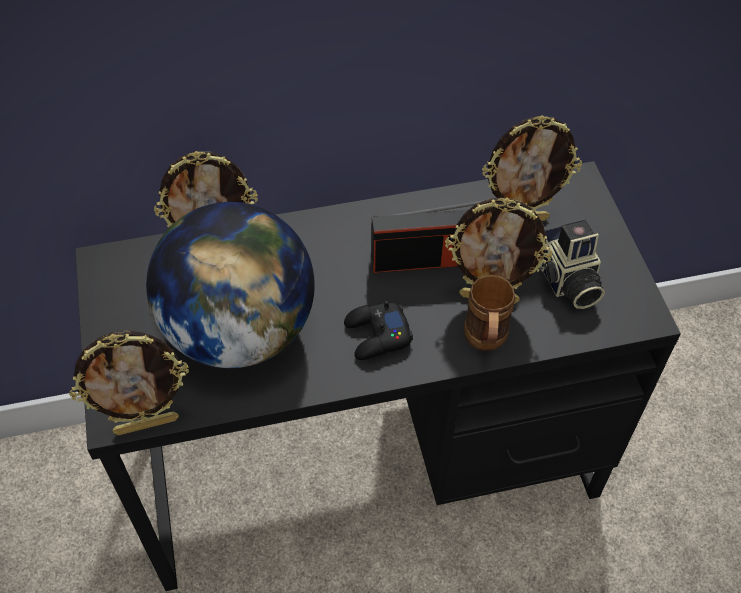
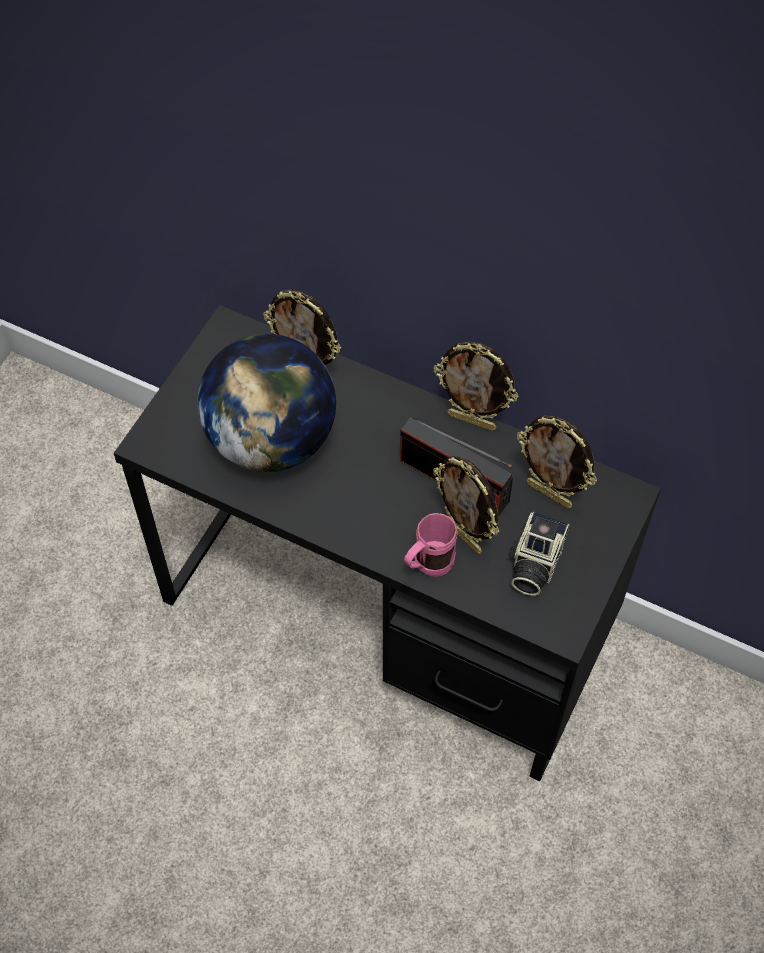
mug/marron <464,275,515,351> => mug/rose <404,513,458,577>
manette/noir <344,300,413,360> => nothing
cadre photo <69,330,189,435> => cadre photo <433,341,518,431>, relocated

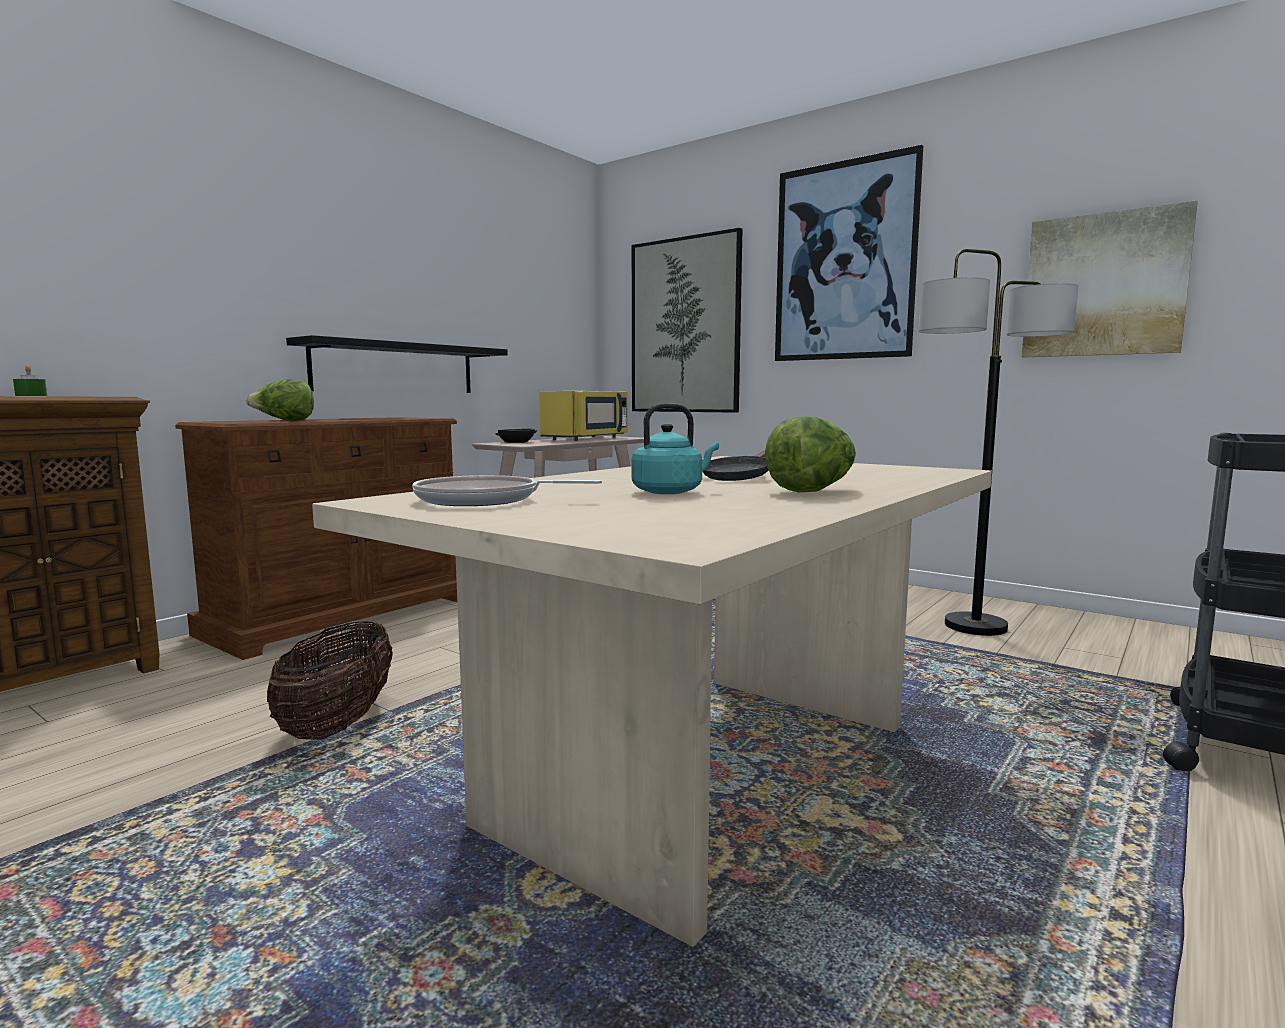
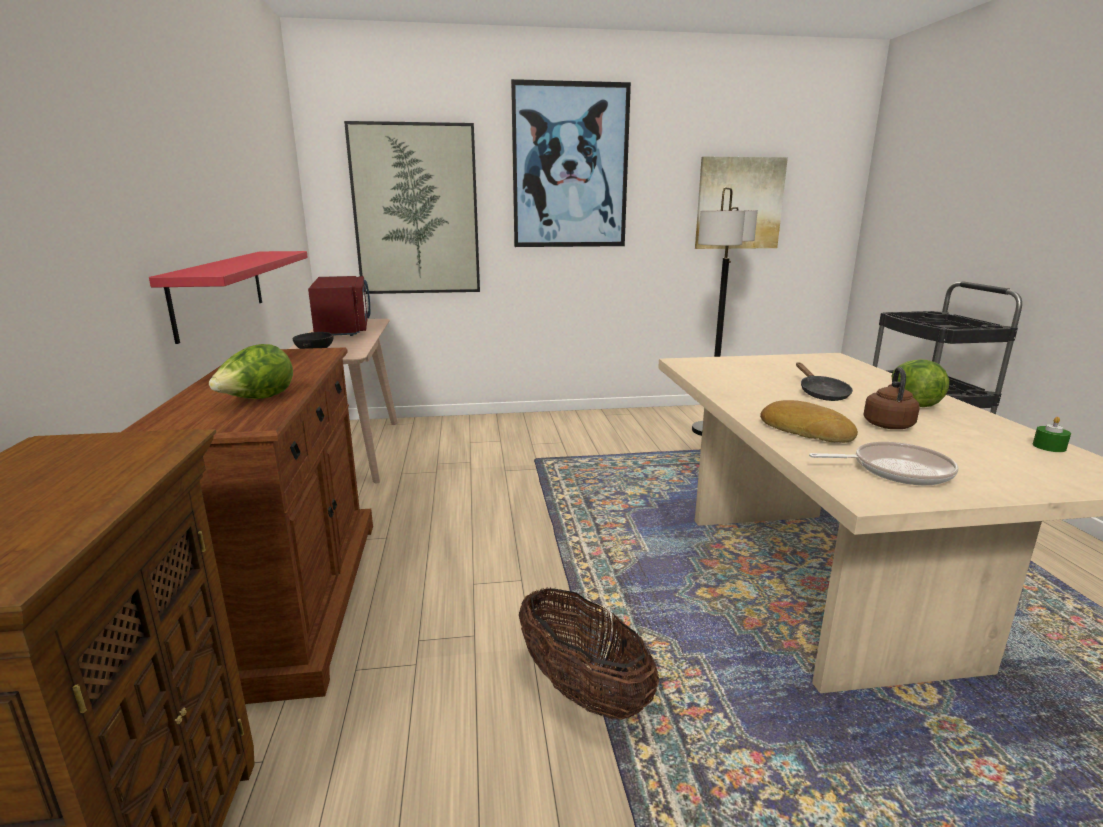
étagère/noir <286,335,508,393> => étagère/rouge <149,251,308,344>
bougie/vert <13,365,47,396> => bougie/vert <1033,417,1071,452>, relocated
micro-ondes/jaune <540,391,627,441> => micro-ondes/rouge <308,276,370,336>
bouilloire/turquoise <632,403,719,494> => bouilloire/marron <864,367,920,429>
poêle <412,475,602,506> => poêle <809,442,959,486>, 135 degrees counterclockwise
nothing => pain <760,400,858,443>

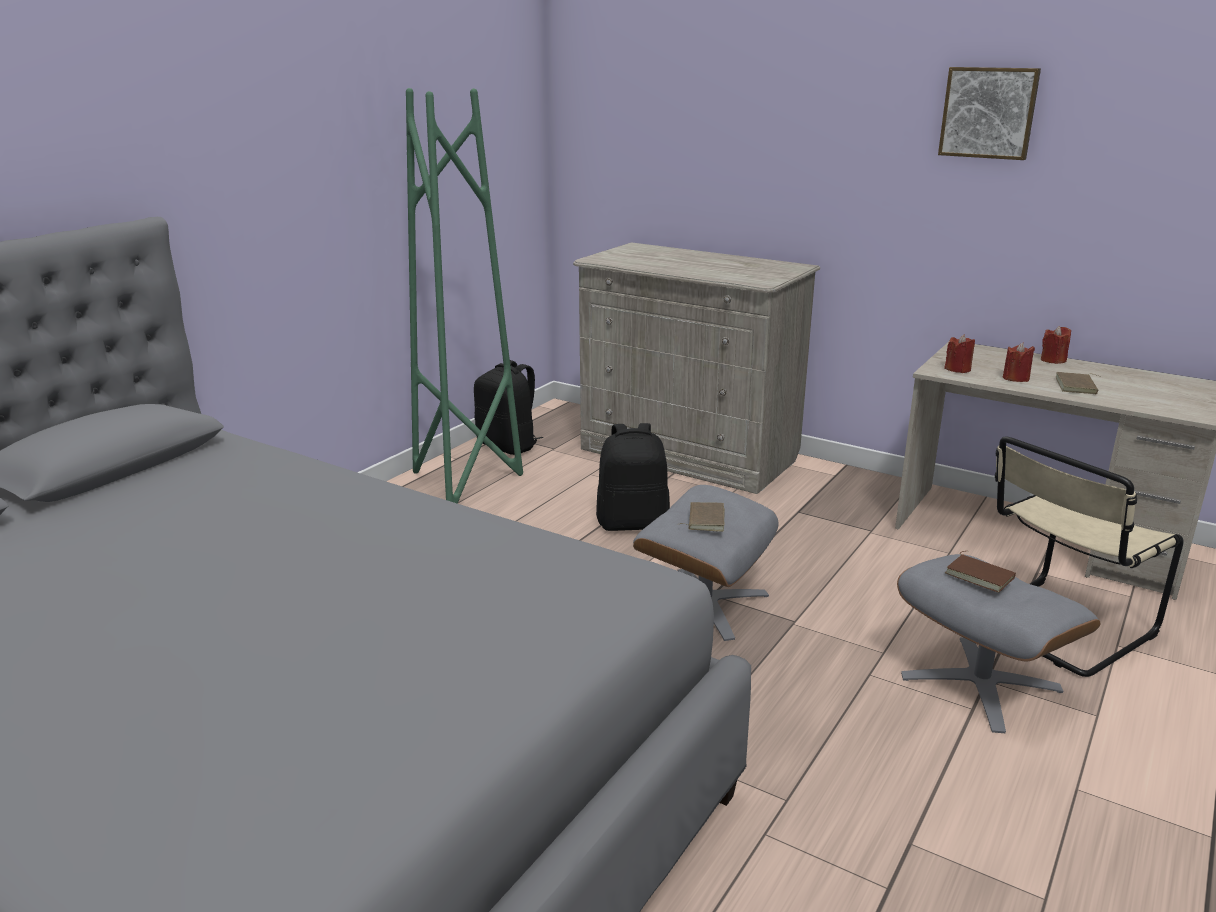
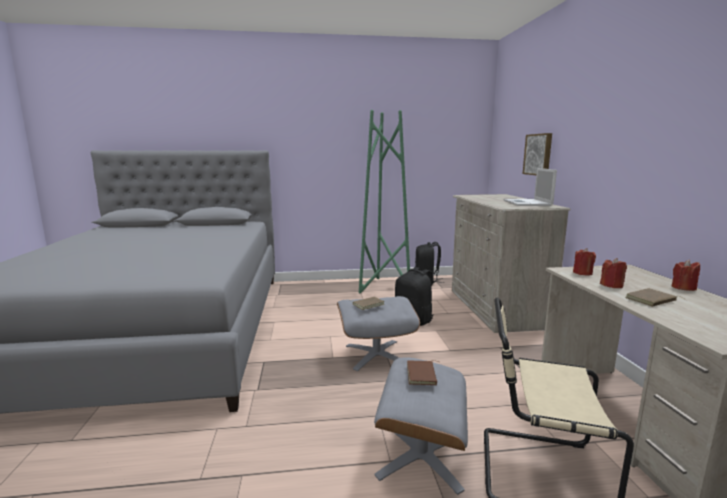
tableau <938,67,1041,160> => tableau <523,133,552,175>, relocated
nothing => ordinateur portable <504,168,557,206>

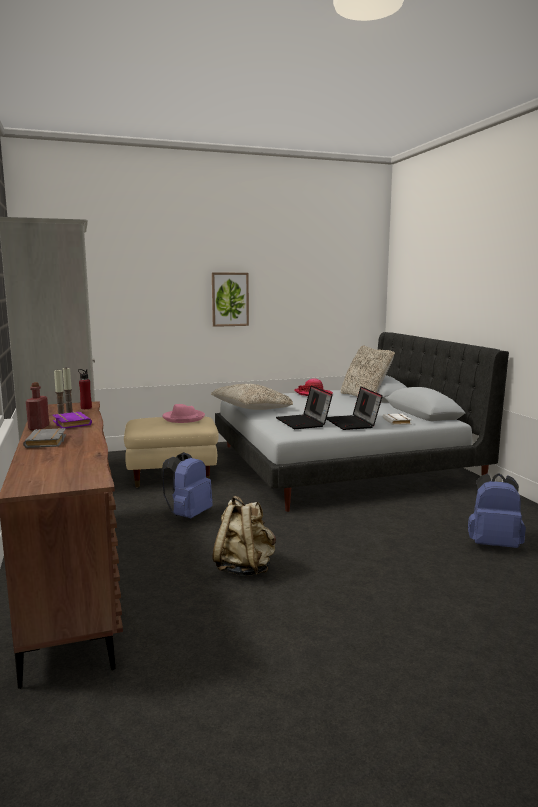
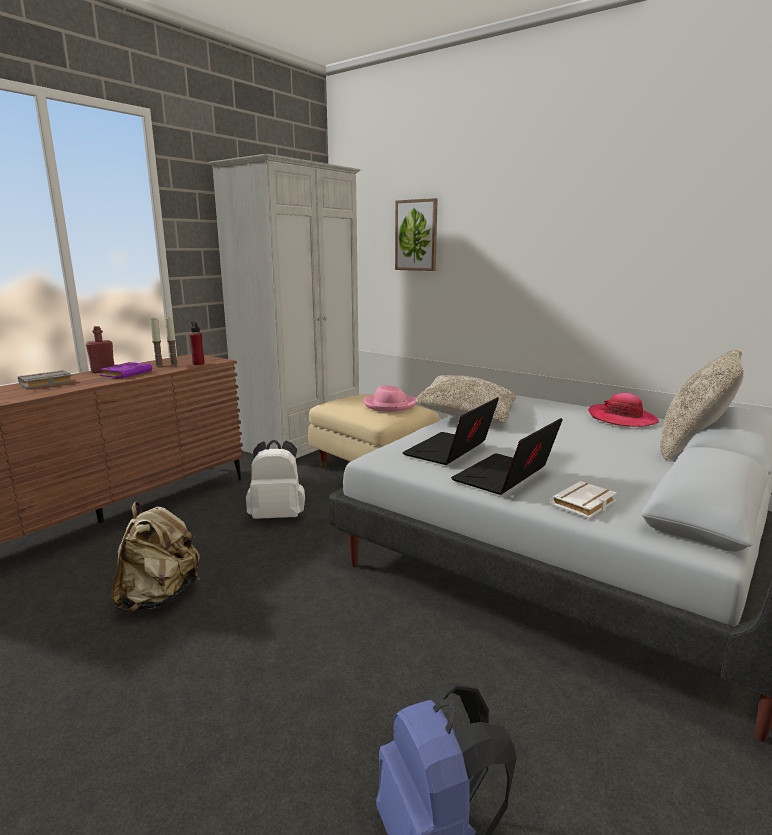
tableau <212,272,249,327> => tableau <395,198,438,271>, relocated
sac à dos/bleu <161,452,213,519> => sac à dos/blanc <246,440,305,519>

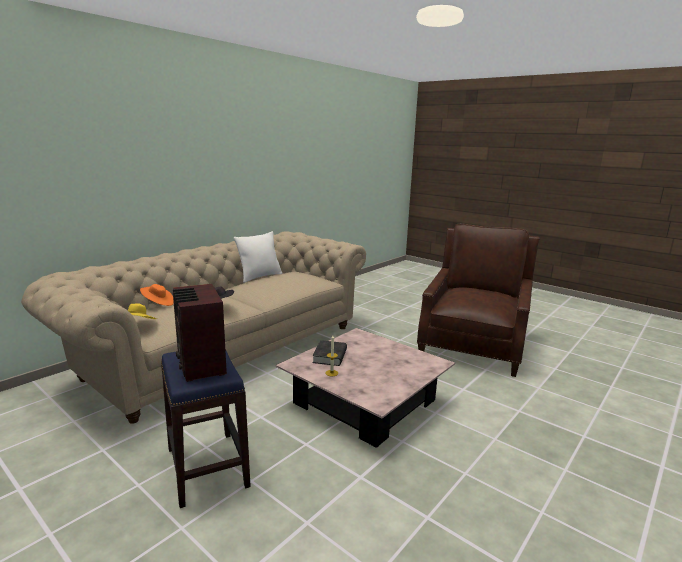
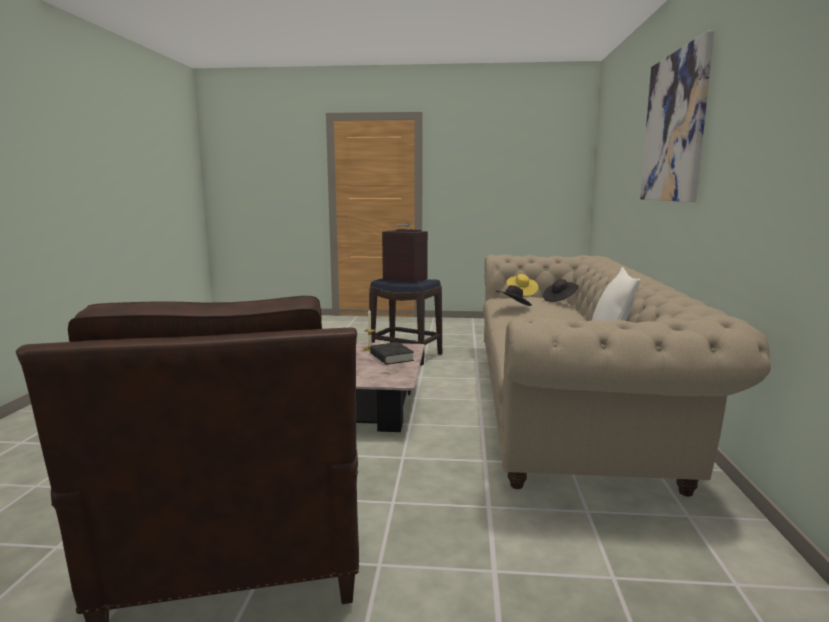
chapeau/orange <140,284,174,306> => chapeau/noir <543,279,579,302>
nothing => tableau <640,31,714,202>

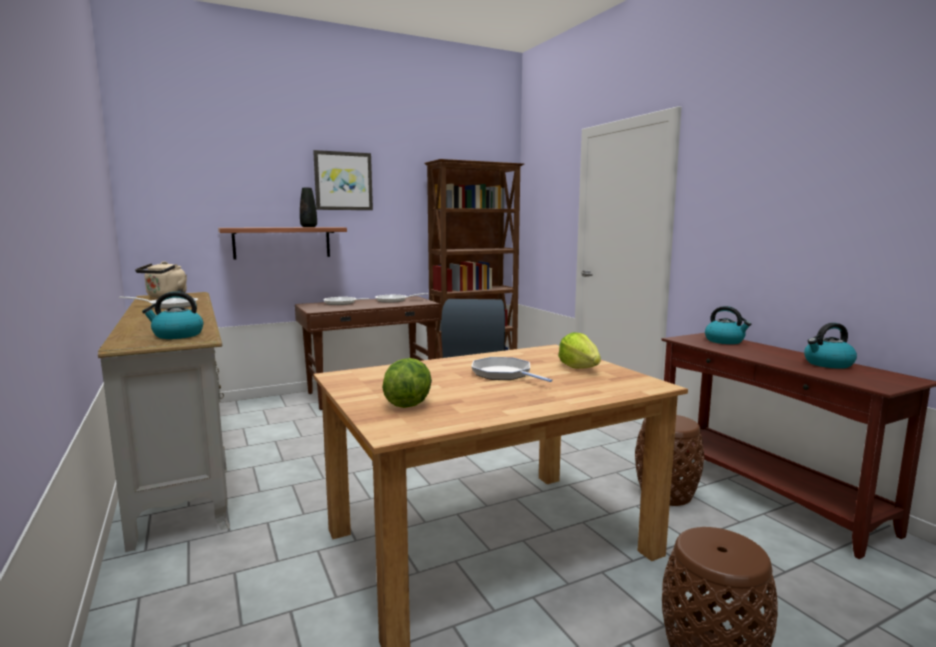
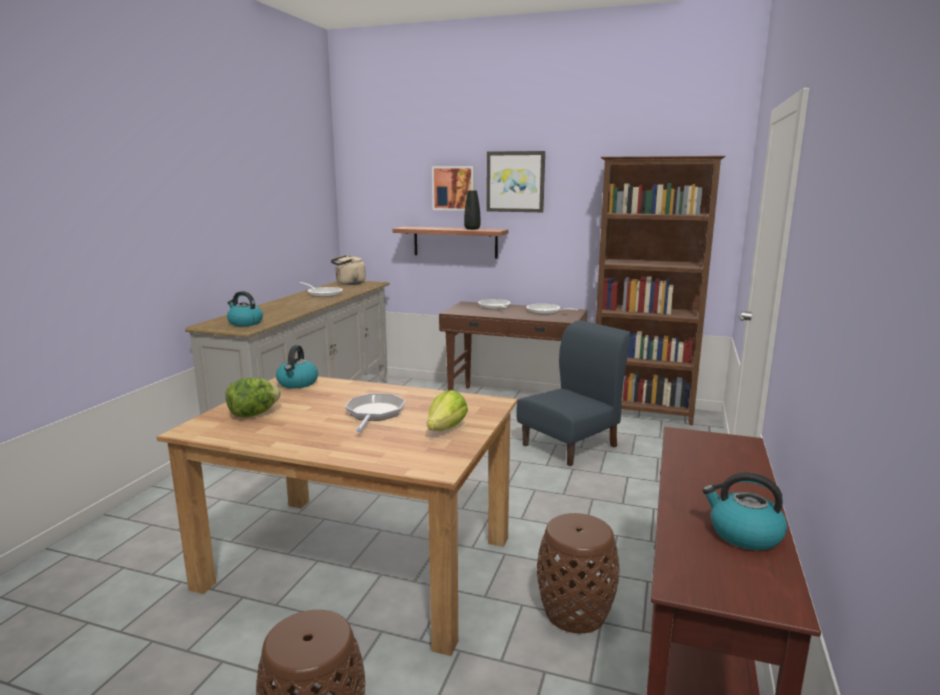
bouilloire <705,306,751,344> => bouilloire <276,345,318,389>, relocated
nothing => tableau <432,166,475,211>

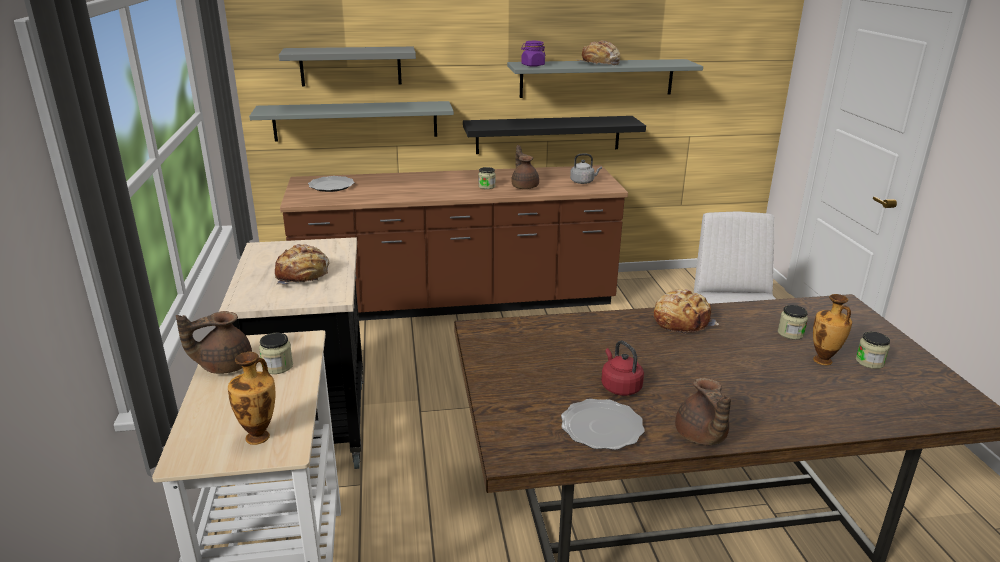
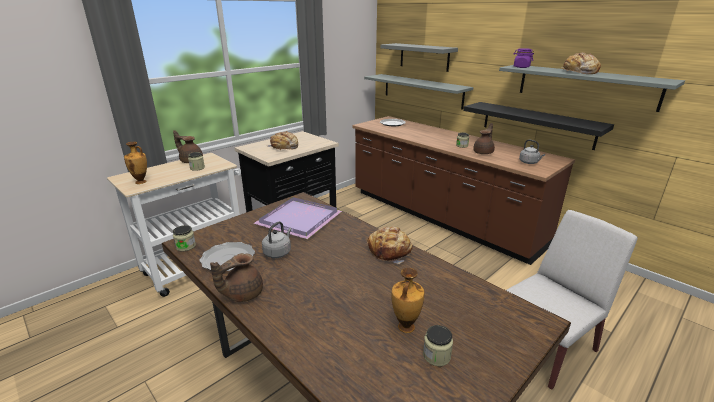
bocal <778,305,808,340> => bocal <173,225,196,251>, relocated
bouilloire/rouge <601,341,644,396> => bouilloire/gris <262,221,292,258>
nothing => plateau/violet <253,197,342,239>

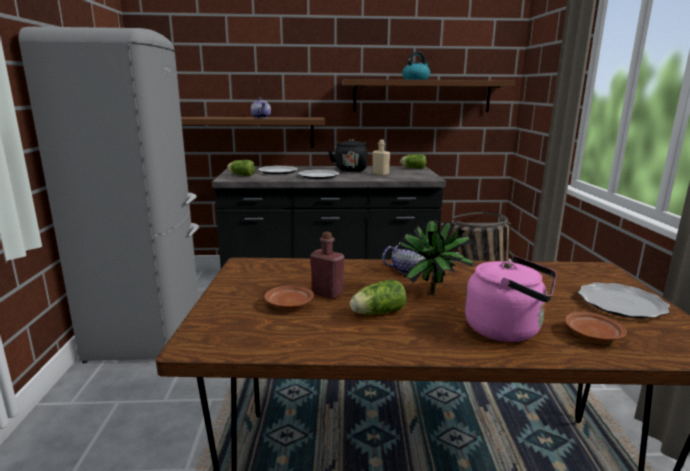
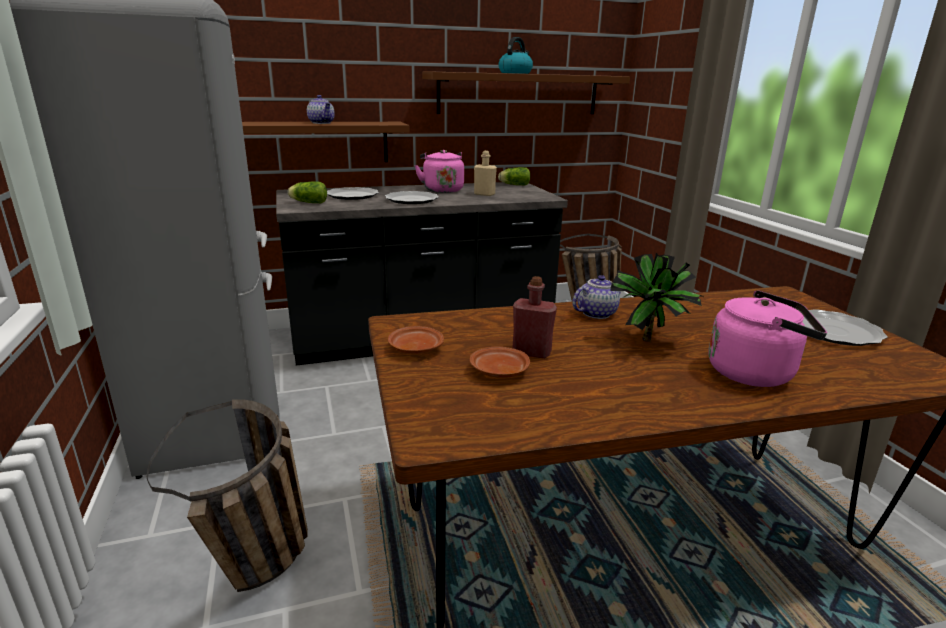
bouilloire/noir <328,139,368,172> => bouilloire/rose <415,150,464,193>
laitue <350,280,407,315> => nothing
assiette/marron <565,312,627,341> => assiette/marron <388,326,444,354>, relocated
nothing => panier <147,399,308,592>

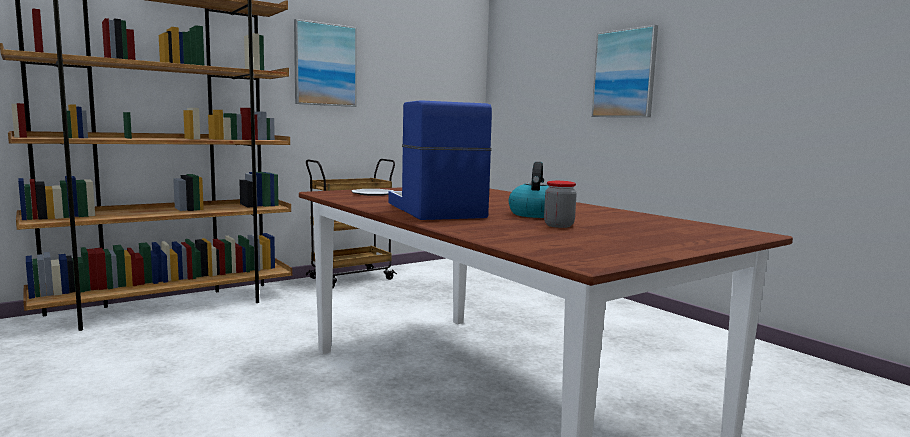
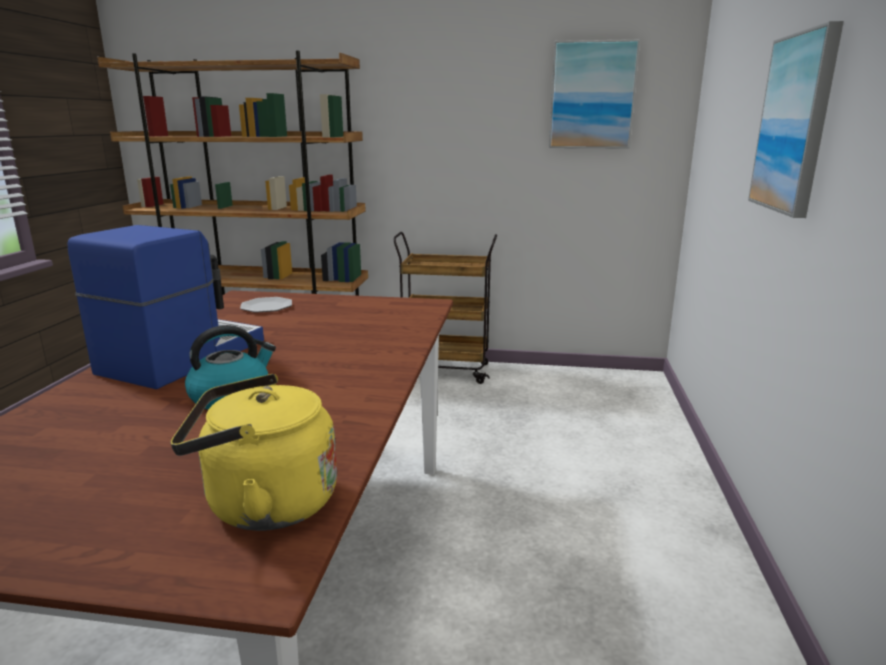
tableau <294,19,357,107> => tableau <549,39,640,149>, relocated
bocal <544,181,577,228> => nothing
nothing => bouilloire/jaune <171,374,337,531>

